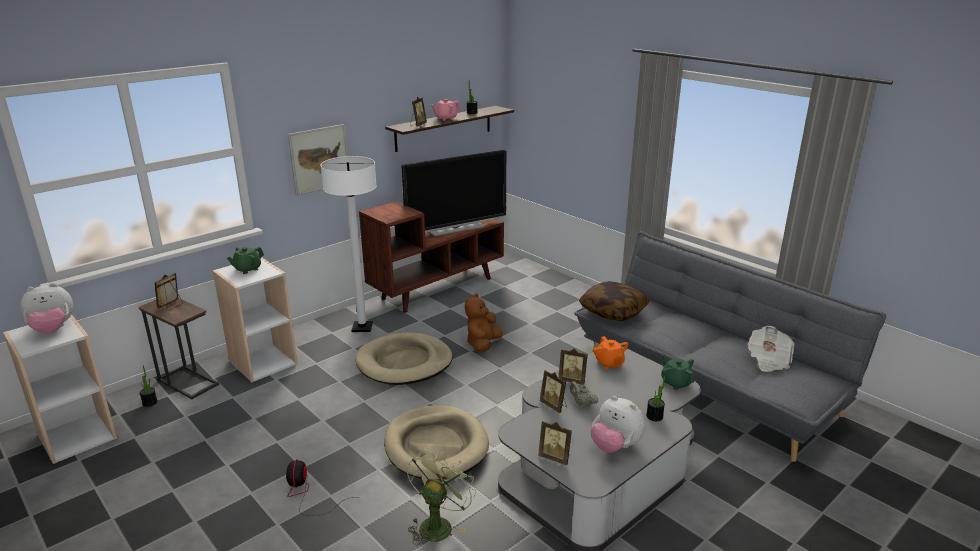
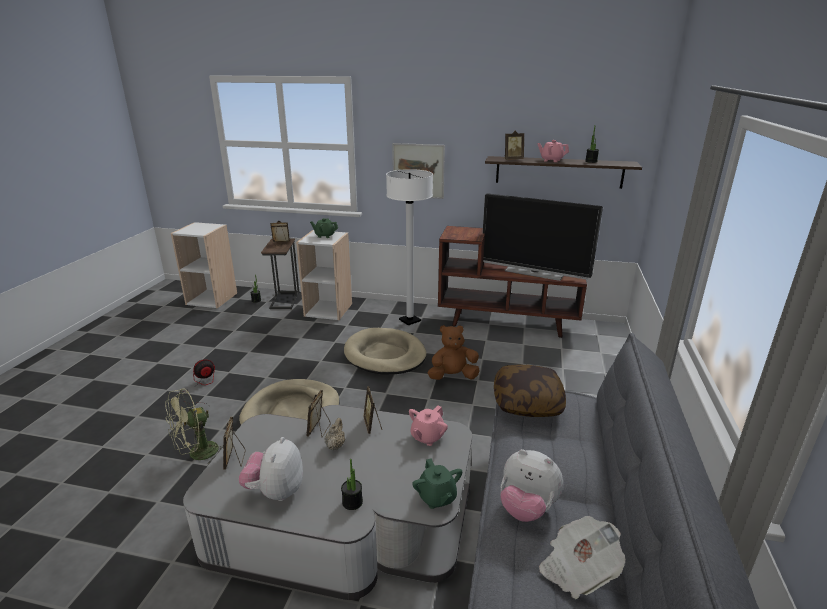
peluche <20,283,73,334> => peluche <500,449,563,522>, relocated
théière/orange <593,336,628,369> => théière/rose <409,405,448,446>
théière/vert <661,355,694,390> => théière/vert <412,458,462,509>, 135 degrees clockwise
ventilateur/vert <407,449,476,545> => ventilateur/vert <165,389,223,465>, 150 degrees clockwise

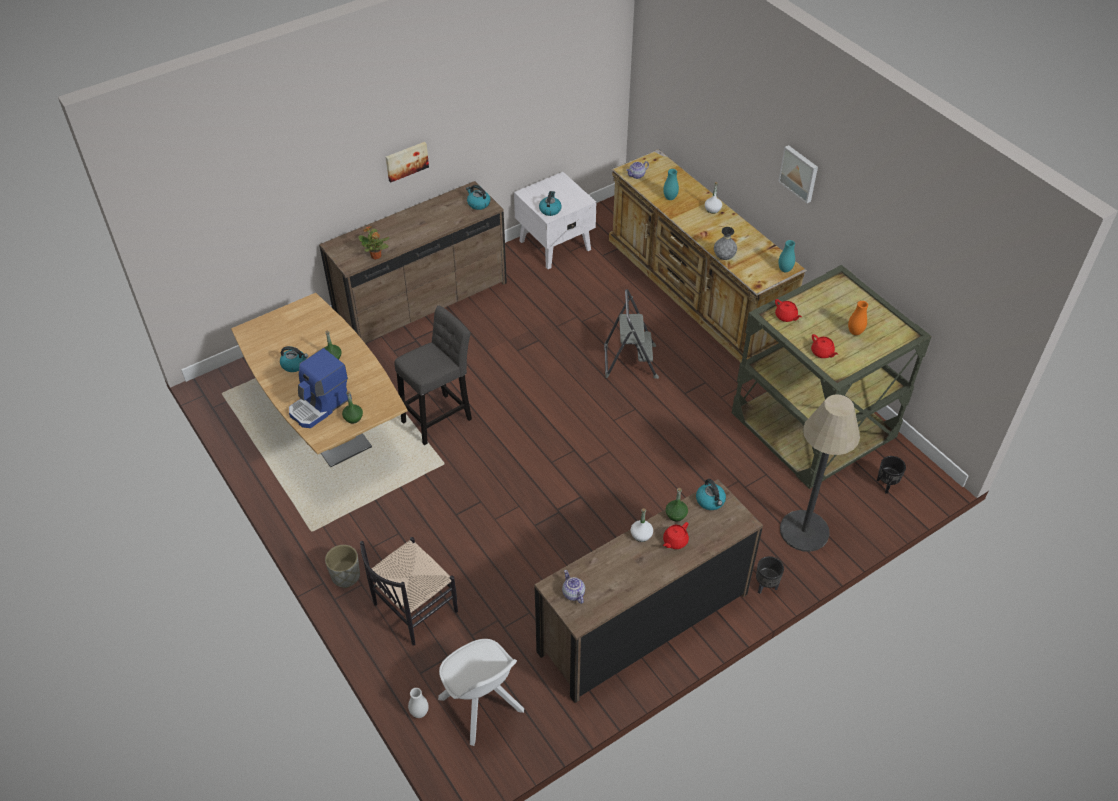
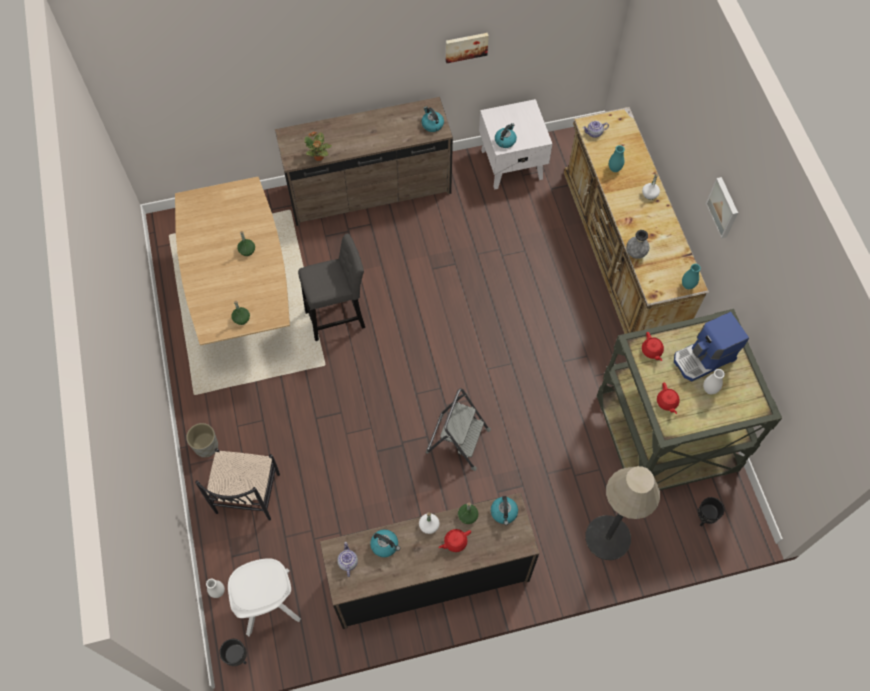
tableau <386,142,429,182> => tableau <446,33,489,63>, relocated
escabeau/gris <604,289,659,379> => escabeau/gris <426,388,491,471>, relocated
vase/orange <848,301,868,335> => vase/blanc <703,369,725,394>
bouilloire <280,346,308,372> => bouilloire <370,529,400,557>, relocated
machine à café <289,348,352,428> => machine à café <674,311,749,381>, relocated
chaise/noir <360,537,458,646> => chaise/noir <195,448,280,520>, 60 degrees counterclockwise
cache-pot/noir <756,556,784,594> => cache-pot/noir <219,639,247,666>, relocated

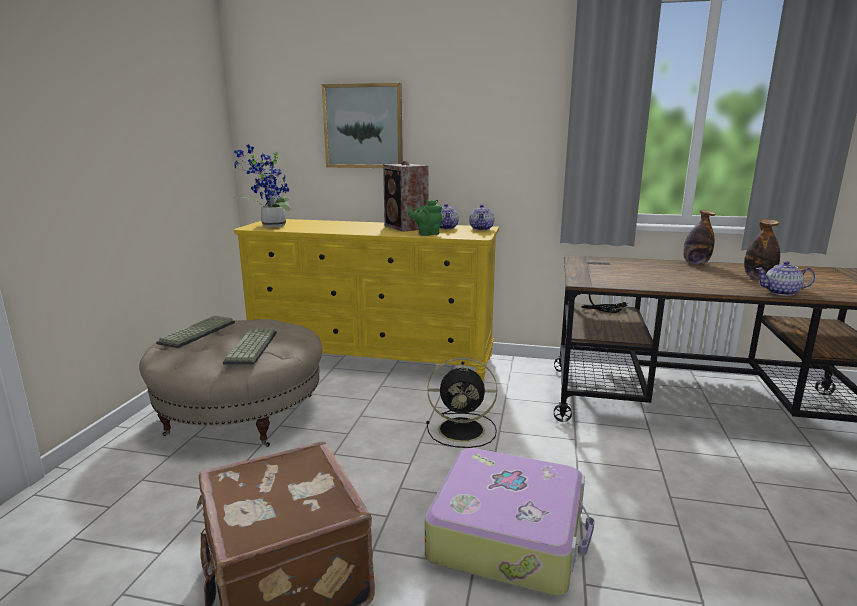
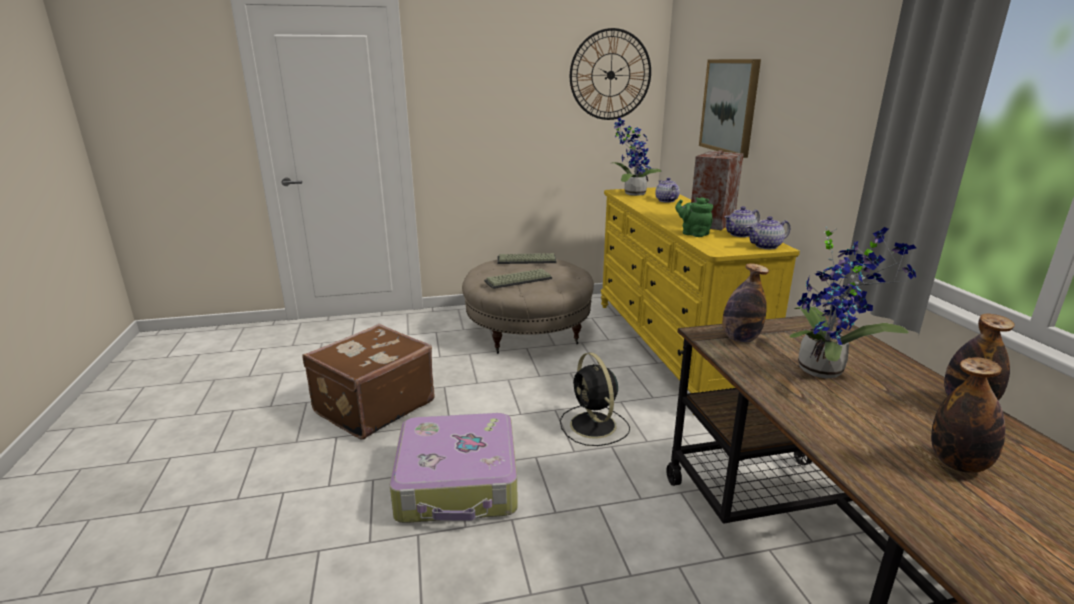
théière <756,261,815,296> => théière <655,178,680,203>, relocated
nothing => horloge murale <570,28,651,120>
nothing => plante en pot <789,226,916,379>
nothing => bouteille <722,263,769,343>

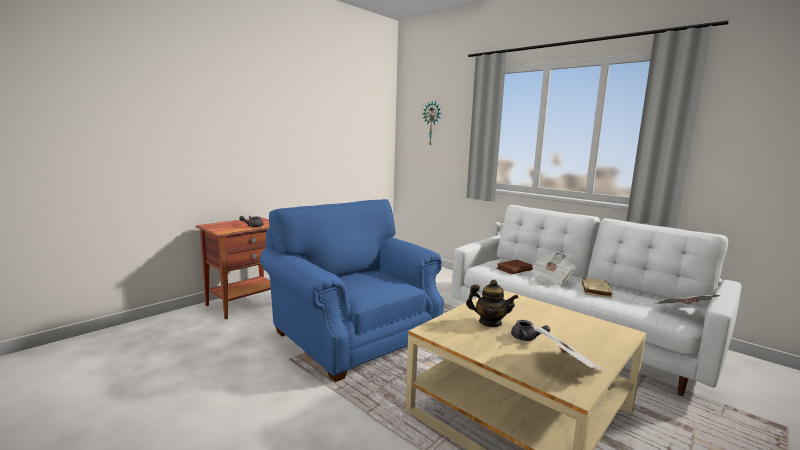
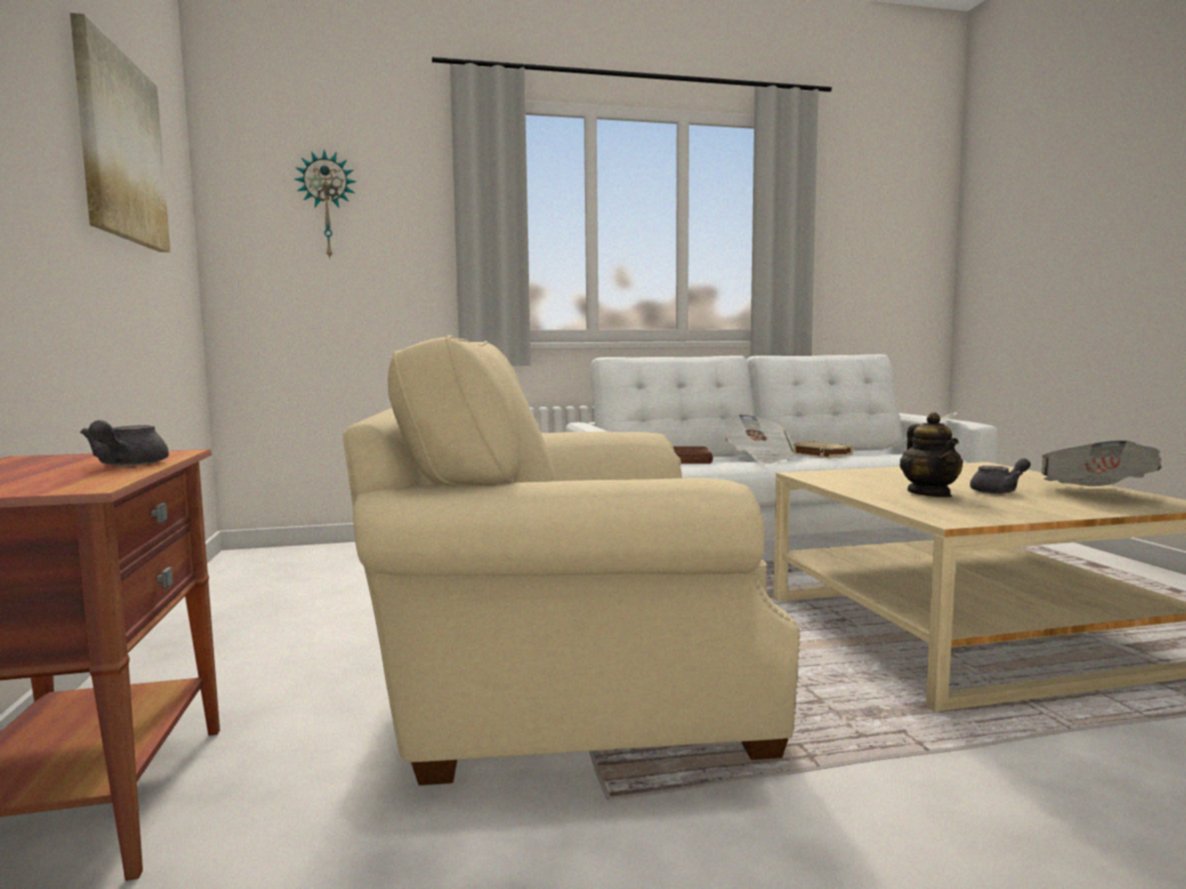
fauteuil/bleu <260,199,444,382> => fauteuil/beige <343,335,800,785>
théière <466,279,519,327> => théière <900,412,963,497>, 120 degrees clockwise
nothing => tableau <70,13,170,252>

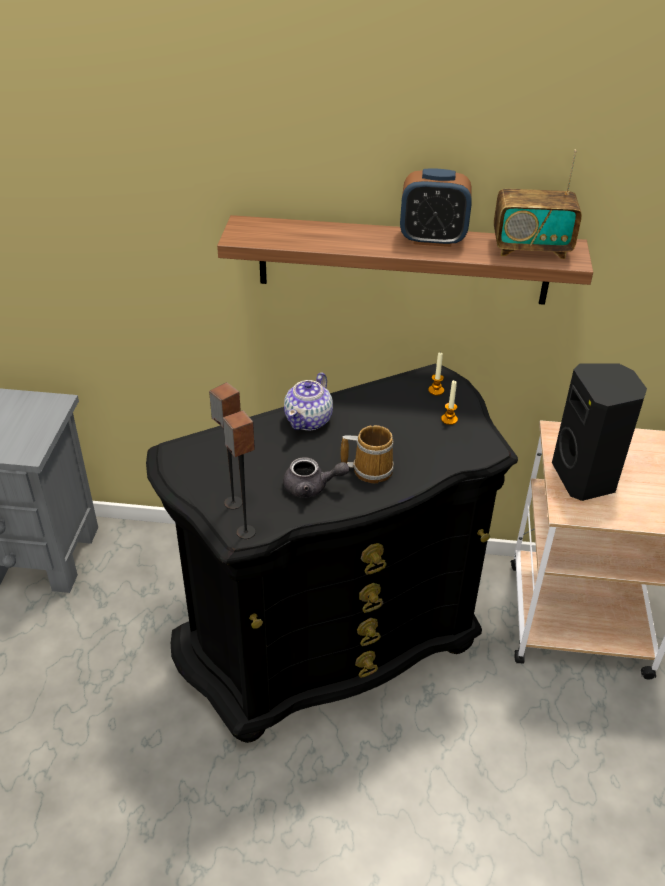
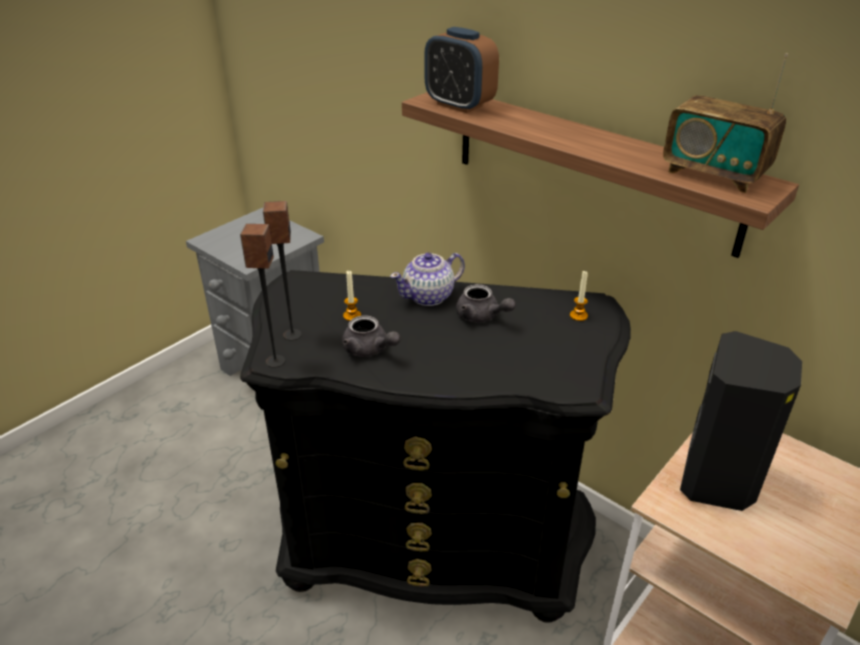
réveil <400,169,472,247> => réveil <424,27,499,113>, relocated
bougie <441,380,458,425> => bougie <343,271,361,321>, relocated
mug <341,425,394,483> => nothing
nothing => théière/gris <456,284,516,323>

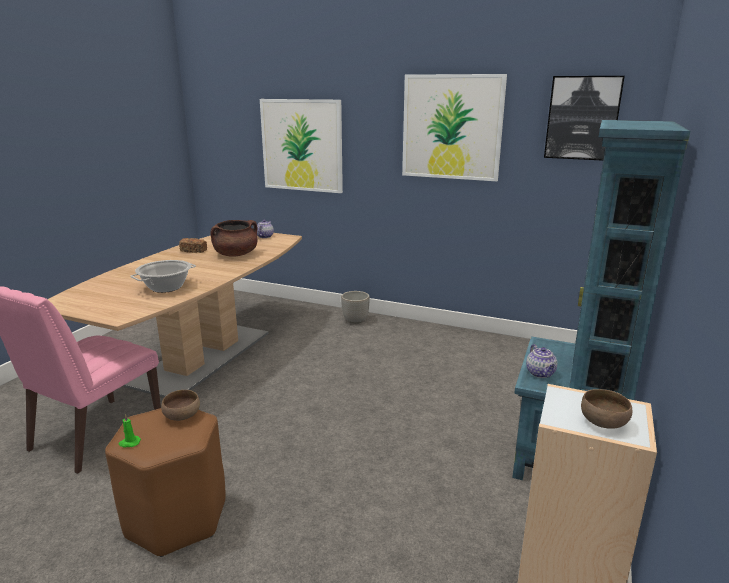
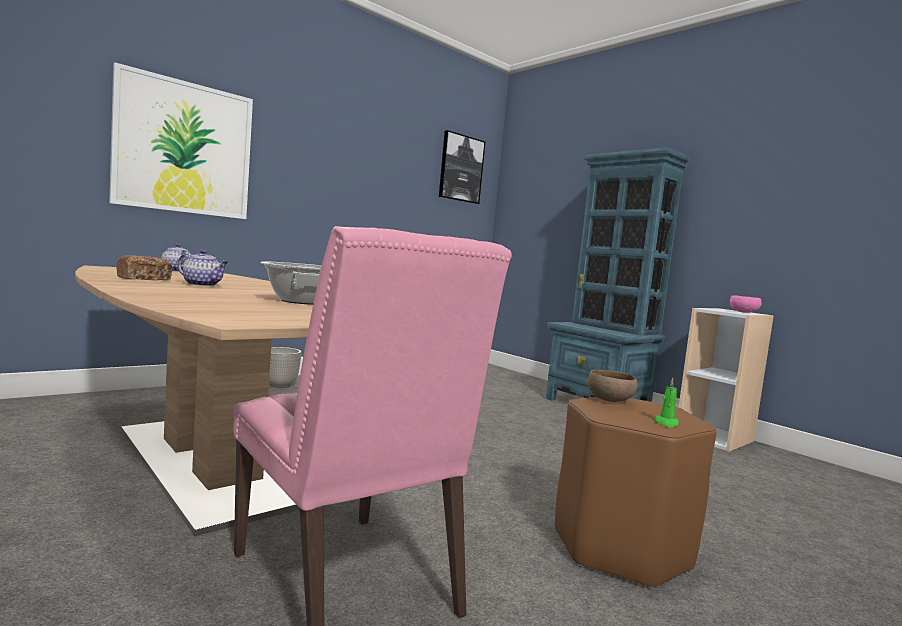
tableau <402,74,507,181> => nothing
marmite/marron <211,220,257,257> => nothing
théière <526,344,557,378> => théière <177,250,229,286>, relocated
bol/marron <581,389,632,429> => bol/rose <730,295,762,313>

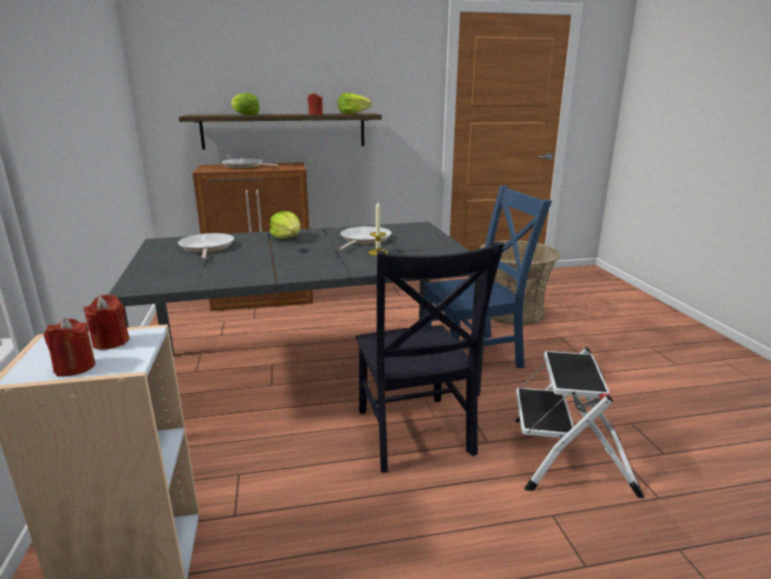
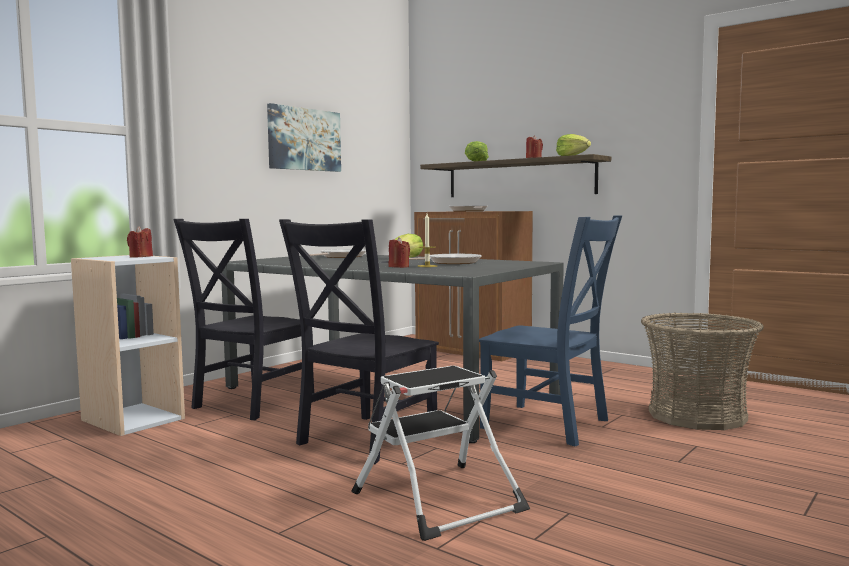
bougie/rouge <44,318,95,376> => bougie/rouge <389,237,410,268>, relocated
nothing => tableau <267,103,341,172>
nothing => chaise/noir <173,219,314,420>

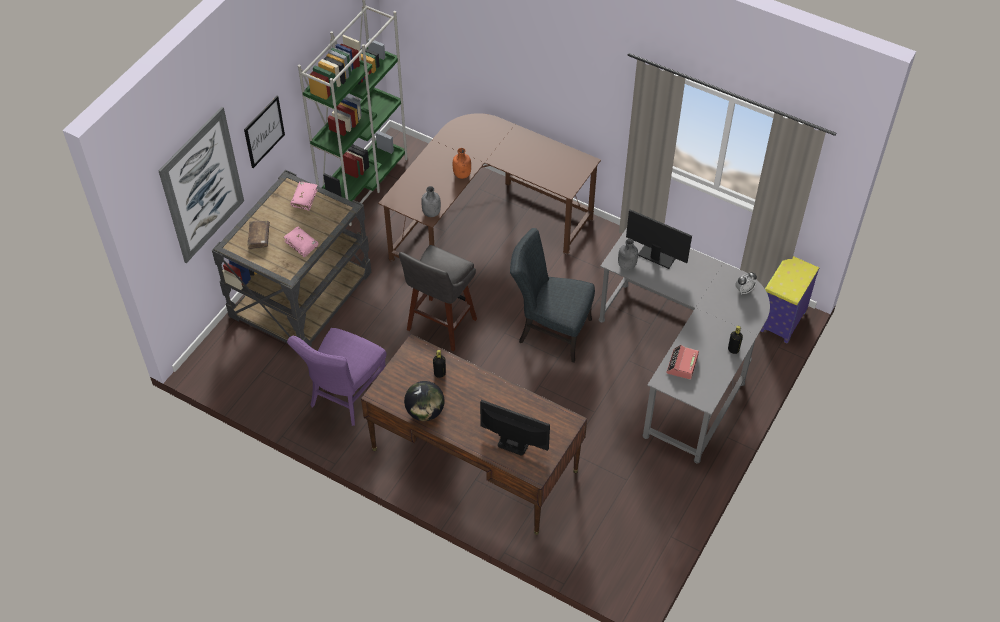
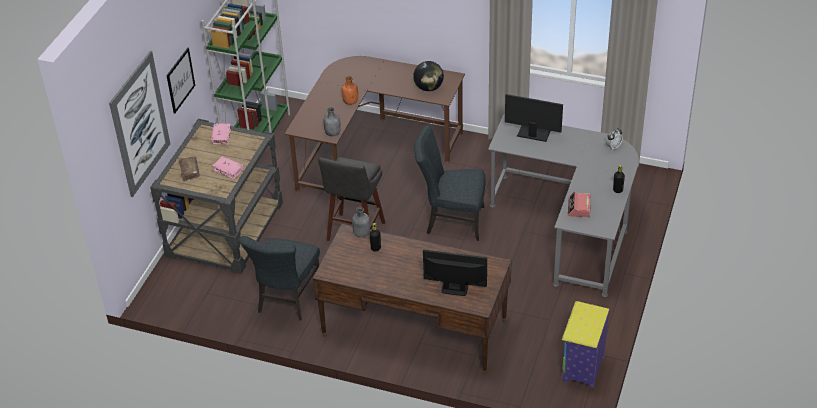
bouteille/gris <618,239,638,270> => bouteille/gris <352,207,370,237>, relocated
table de chevet <760,256,819,343> => table de chevet <562,301,610,389>, relocated
chaise/violet <287,328,387,426> => chaise/gris <238,236,320,321>
globe <404,381,444,421> => globe <413,61,444,91>, relocated

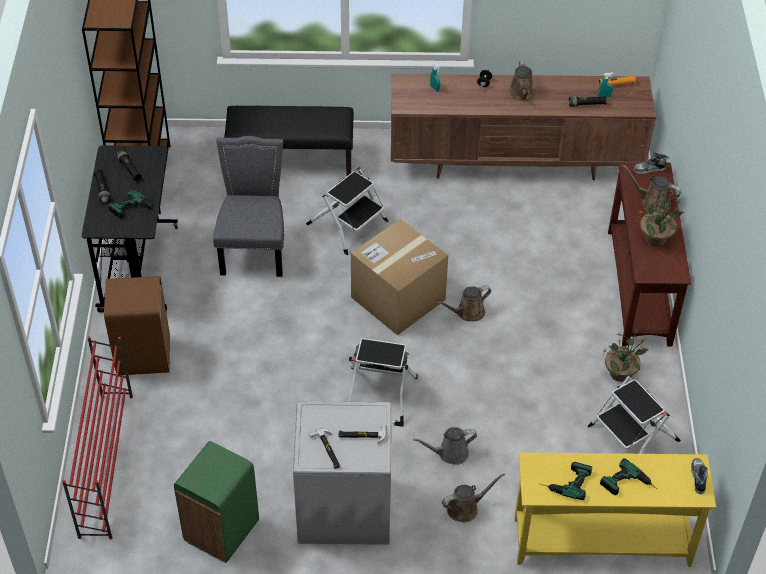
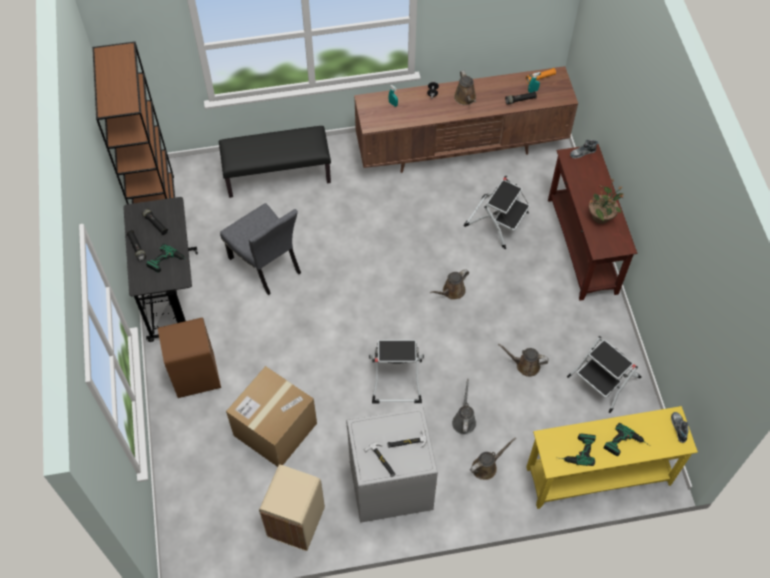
chaise/gris <213,136,284,277> => chaise/gris <220,203,301,295>, 150 degrees clockwise
arrosoir/marron <623,165,681,212> => arrosoir/marron <498,344,549,377>, relocated
escabeau <306,167,389,255> => escabeau <463,176,530,249>, relocated
carton <351,219,448,336> => carton <226,366,317,467>, relocated
plante en pot <603,328,649,382> => nothing
étagère à chaussures/rouge <62,336,133,539> => nothing
arrosoir/gris <413,427,477,465> => arrosoir/gris <452,379,476,435>, 120 degrees clockwise
poubelle/vert <174,441,259,563> => poubelle/beige <259,464,325,551>

